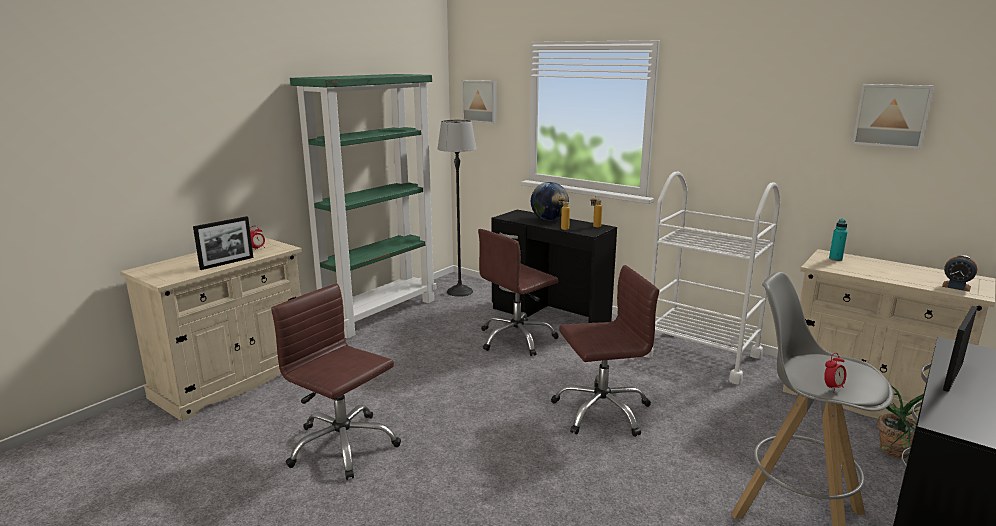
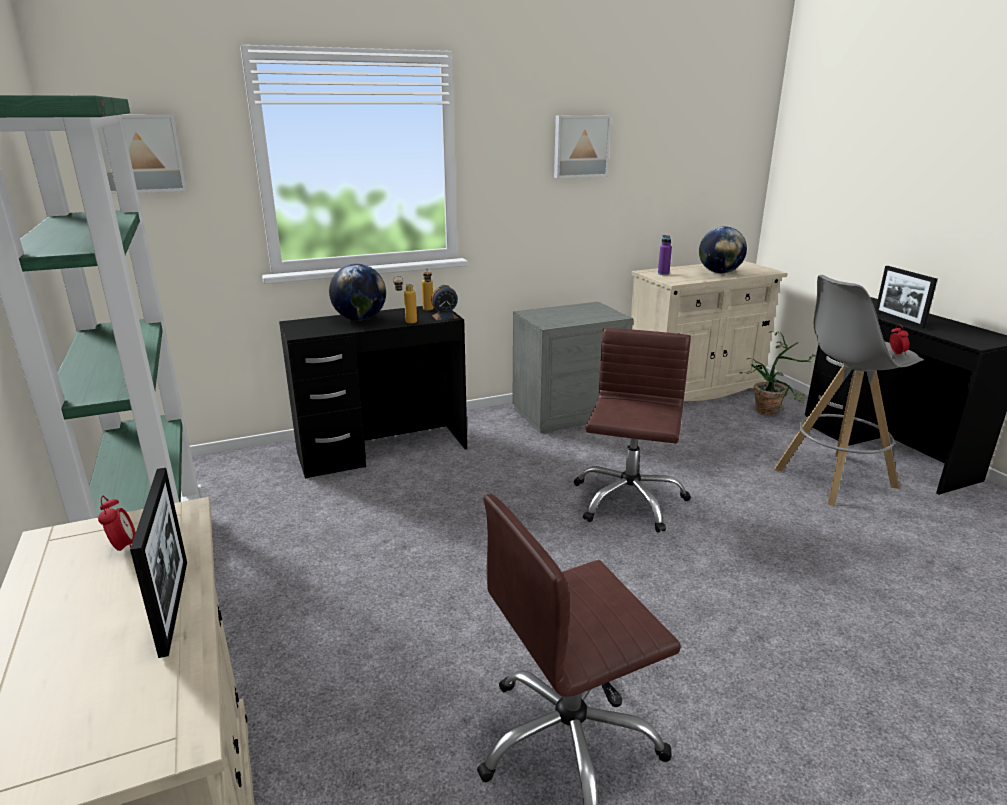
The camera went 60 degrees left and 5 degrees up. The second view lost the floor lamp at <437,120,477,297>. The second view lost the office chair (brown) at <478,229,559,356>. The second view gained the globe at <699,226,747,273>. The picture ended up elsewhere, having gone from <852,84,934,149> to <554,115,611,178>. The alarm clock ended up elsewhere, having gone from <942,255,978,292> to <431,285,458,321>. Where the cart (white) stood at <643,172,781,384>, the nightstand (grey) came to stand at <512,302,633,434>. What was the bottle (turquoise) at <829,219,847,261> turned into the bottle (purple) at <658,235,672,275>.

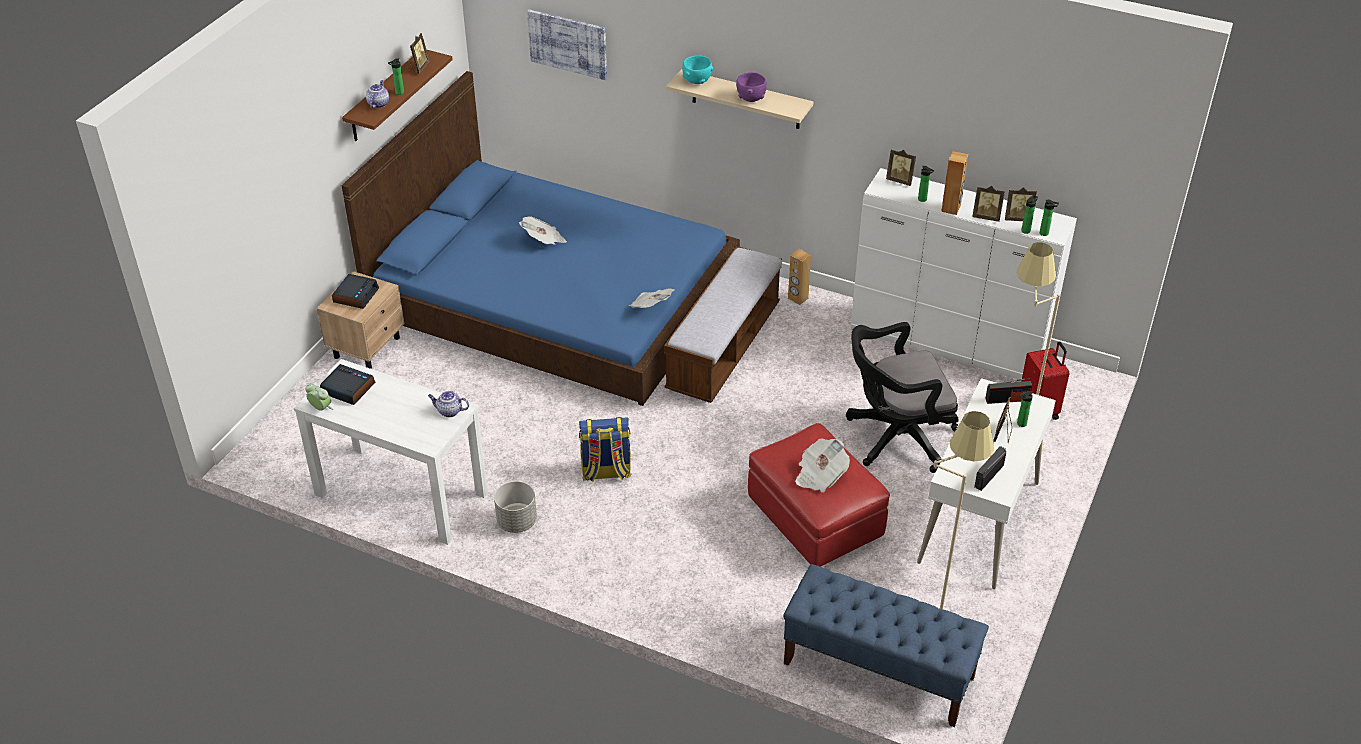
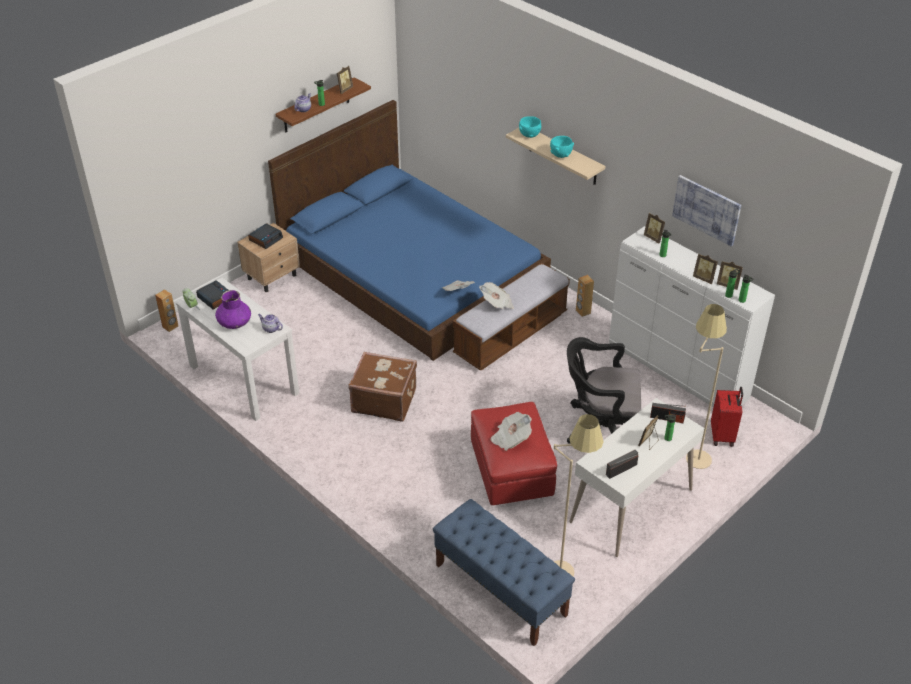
The camera went 20 degrees right and 0 degrees up. The second view lost the planter (grey) at <494,481,537,533>. The second view gained the vase (purple) at <215,290,251,329>. The newspaper ended up elsewhere, having gone from <519,217,567,245> to <479,282,514,309>. The picture ended up elsewhere, having gone from <527,10,607,80> to <672,175,741,247>. The speaker (brown) ended up elsewhere, having gone from <941,151,968,215> to <155,289,178,332>. Where the backpack stood at <579,417,632,482>, the suitcase (brown) came to stand at <348,352,417,422>. What was the bowl (purple) at <736,72,767,102> turned into the bowl (turquoise) at <550,136,574,158>.

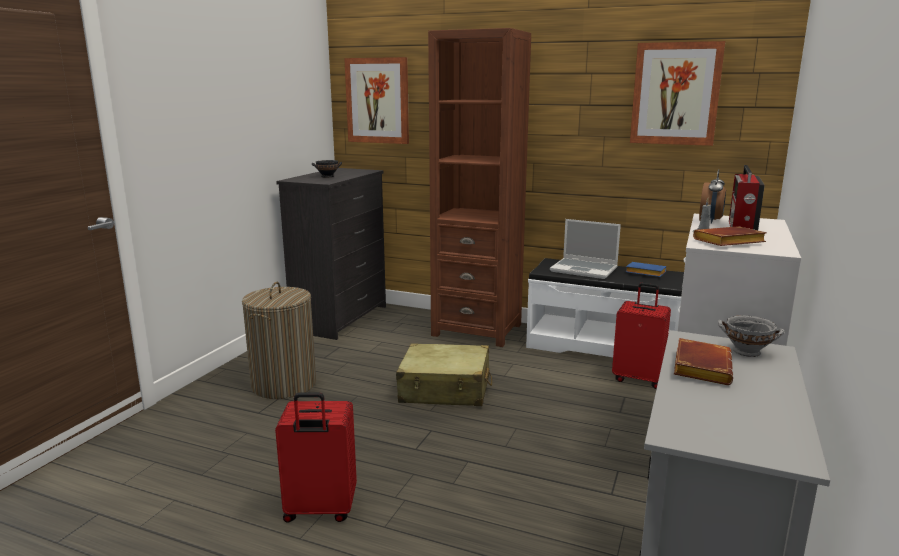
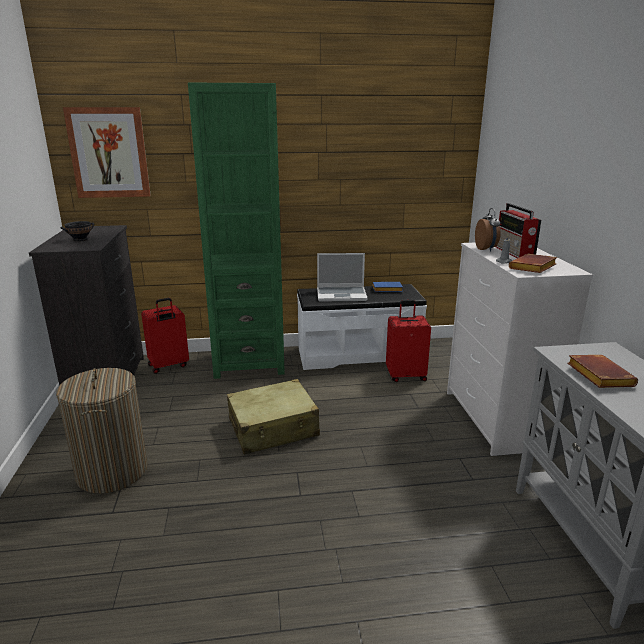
The camera went 30 degrees left and 5 degrees up. The second view lost the picture at <630,41,725,146>. The second view lost the bowl (grey) at <718,316,785,357>. The suitcase (red) ended up elsewhere, having gone from <275,392,357,522> to <141,298,189,374>. What was the bookcase (brown) at <428,28,531,347> turned into the bookcase (green) at <188,83,285,379>.

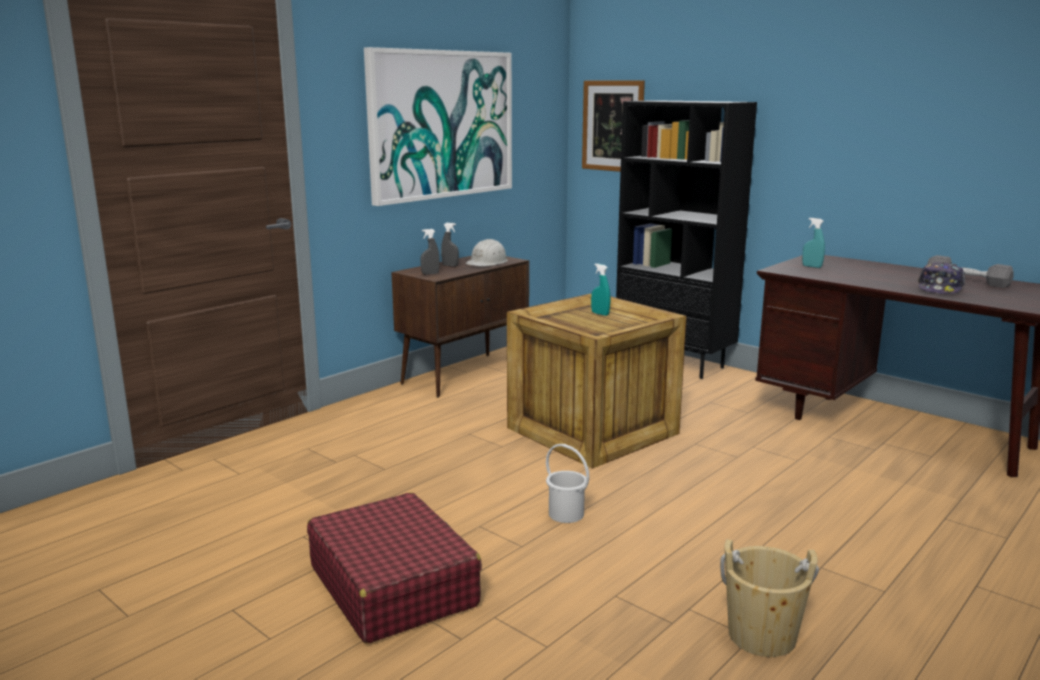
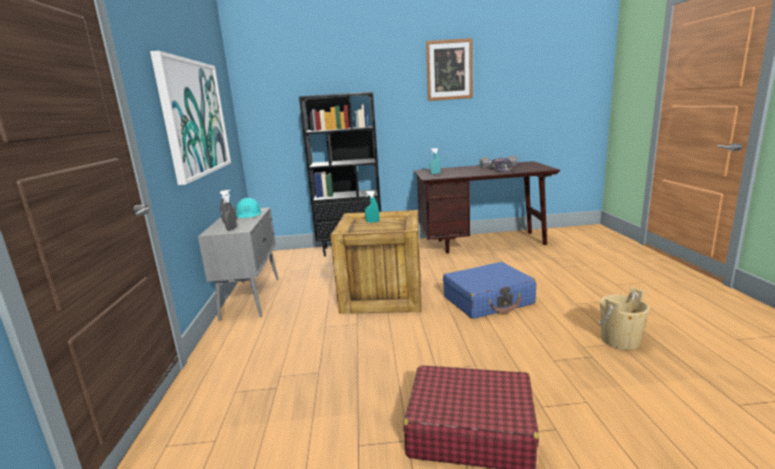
The camera went 45 degrees left and 0 degrees up. The second view lost the bucket (white) at <546,444,589,523>. The second view gained the suitcase (blue) at <443,262,536,319>. The picture ended up elsewhere, having gone from <582,80,645,172> to <426,38,473,101>. What was the cabinet (brown) at <391,256,529,397> turned into the cabinet (grey) at <198,208,278,321>. What was the hard hat (white) at <465,239,508,267> turned into the hard hat (turquoise) at <236,198,262,218>.

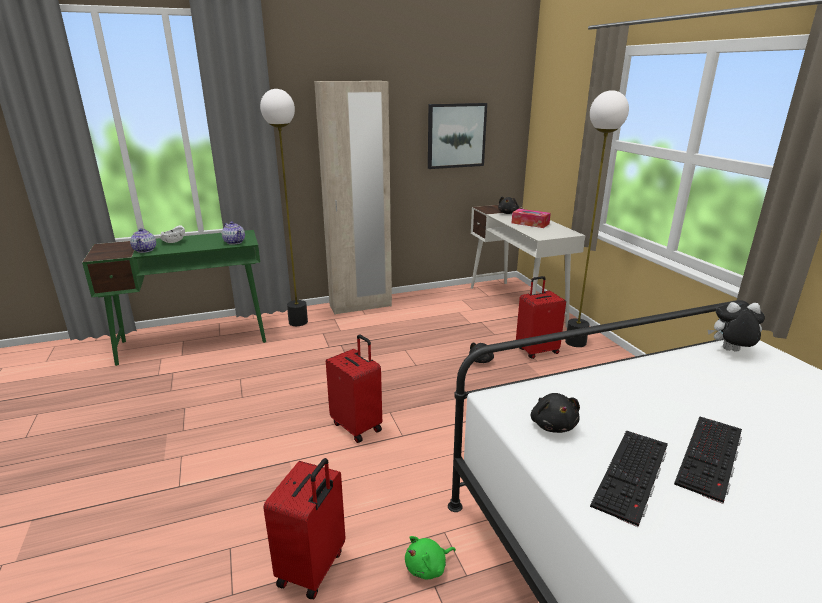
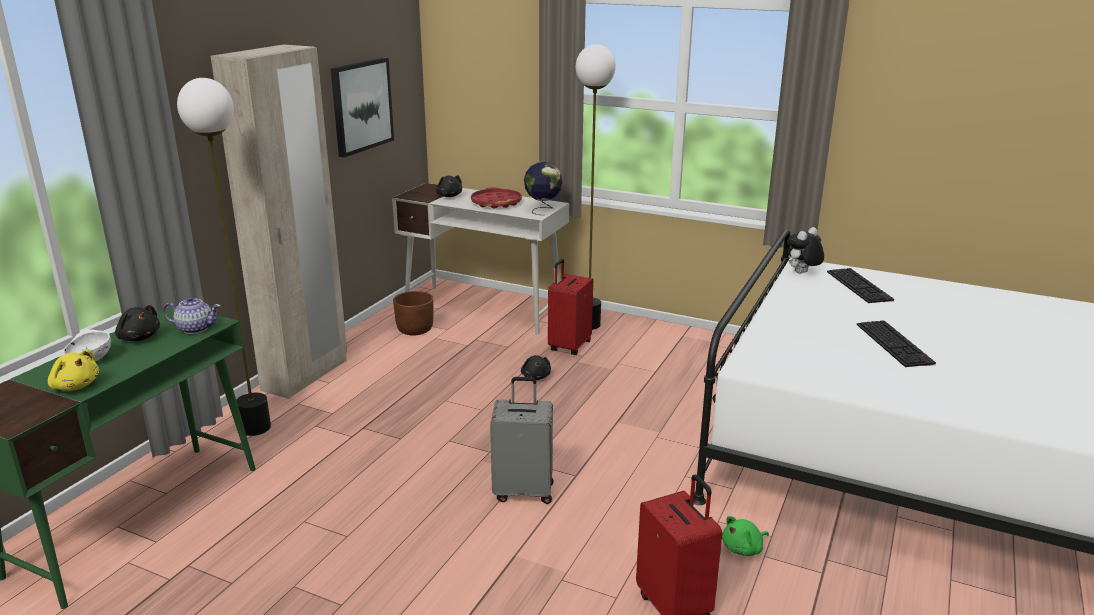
The camera went 45 degrees left and 0 degrees up. The second view gained the planter (brown) at <393,291,434,335>. The second view gained the globe at <524,162,562,215>. The plush toy (black) ended up elsewhere, having gone from <531,393,580,433> to <115,305,160,341>. The keyboard ended up elsewhere, having gone from <590,430,668,527> to <827,268,894,303>. Where the teapot stood at <130,228,156,253>, the plush toy (yellow) came to stand at <48,350,99,391>. Where the tissue box stood at <512,209,551,228>, the tray (red) came to stand at <471,187,522,209>. What was the suitcase (red) at <326,334,382,443> turned into the suitcase (grey) at <490,377,553,504>. The plush toy (green) at <405,536,456,579> ended up facing another way, 45 degrees clockwise from before.

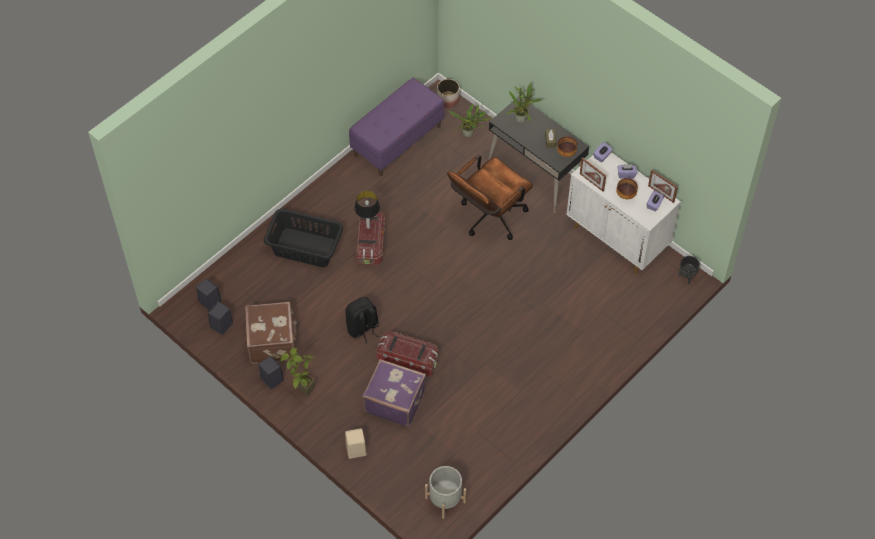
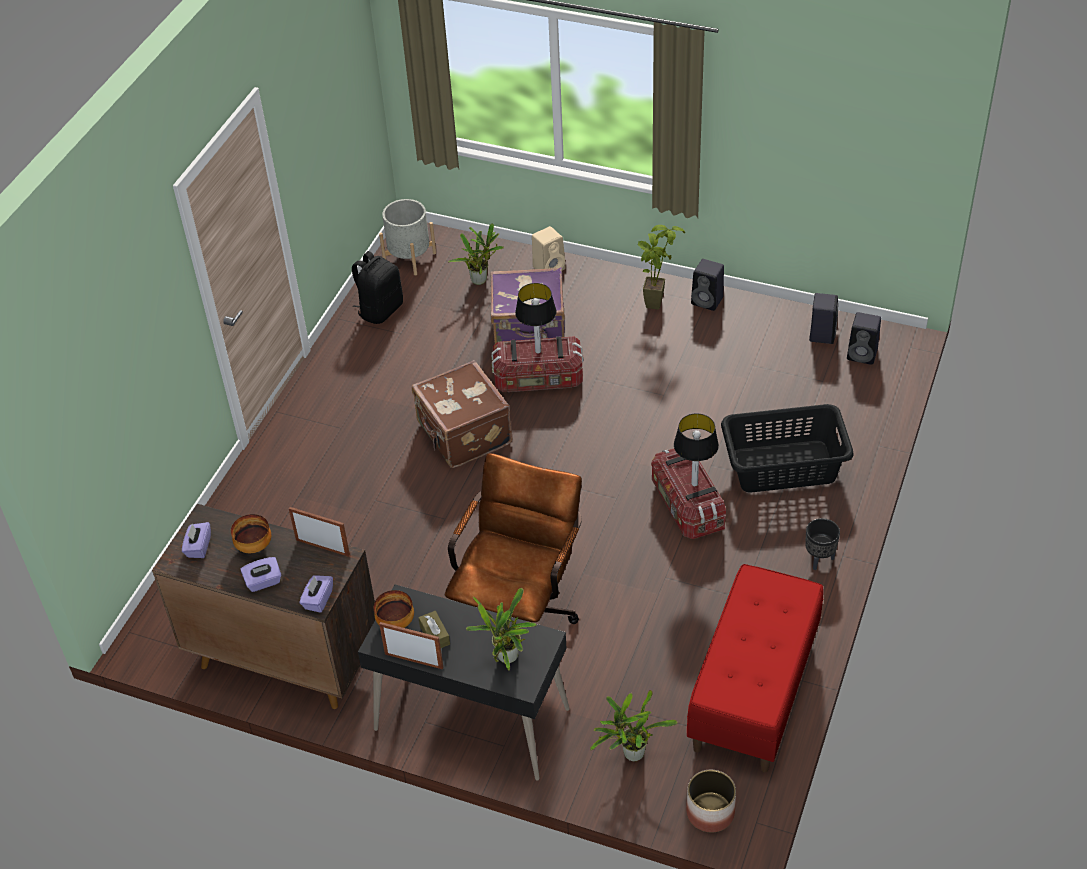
The camera went 160 degrees right and 10 degrees down. The second view gained the potted plant at <448,223,504,285>. The second view gained the table lamp at <515,283,556,354>. The suitcase (brown) ended up elsewhere, having gone from <245,302,297,363> to <412,360,512,468>. The backpack (black) ended up elsewhere, having gone from <345,297,379,344> to <352,251,403,324>. The picture frame ended up elsewhere, having gone from <648,170,678,203> to <379,622,443,669>. The planter (black) ended up elsewhere, having gone from <679,256,700,285> to <805,518,840,570>. What was the bench (purple) at <349,78,444,176> turned into the bench (red) at <687,564,824,772>. What was the cabinet (white) at <566,152,681,274> turned into the cabinet (brown) at <152,504,375,709>.

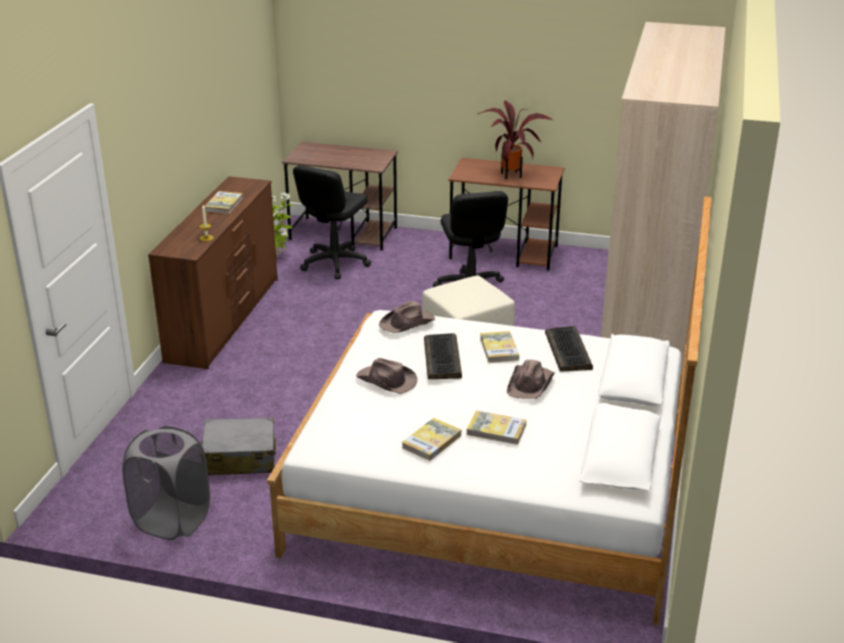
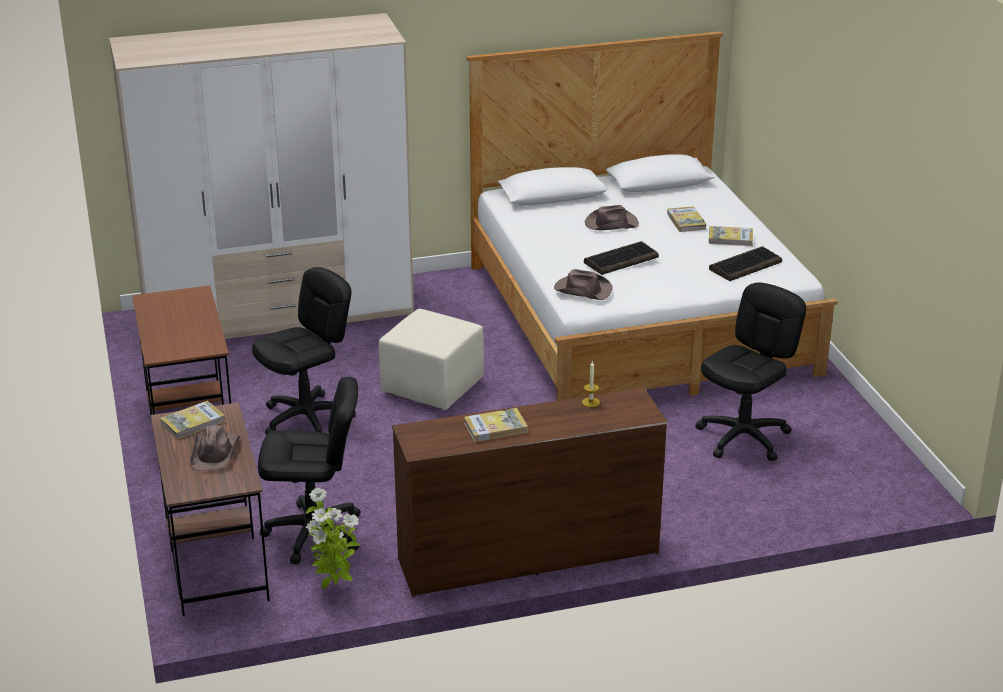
The camera went 120 degrees left and 0 degrees up. The second view lost the laundry basket (grey) at <122,426,210,540>. The second view lost the potted plant at <478,100,553,179>. The hat (brown) ended up elsewhere, having gone from <356,358,418,394> to <190,425,241,471>. The book ended up elsewhere, having gone from <480,331,519,363> to <160,401,225,439>. The keyboard ended up elsewhere, having gone from <545,326,593,372> to <709,246,782,281>. Where the suitcase (grey) stood at <200,417,276,475>, the office chair (black) came to stand at <695,283,806,461>.

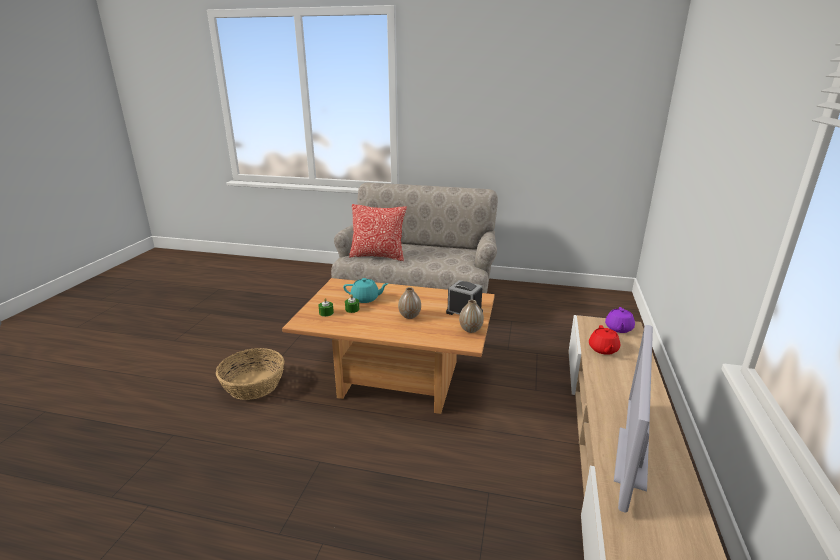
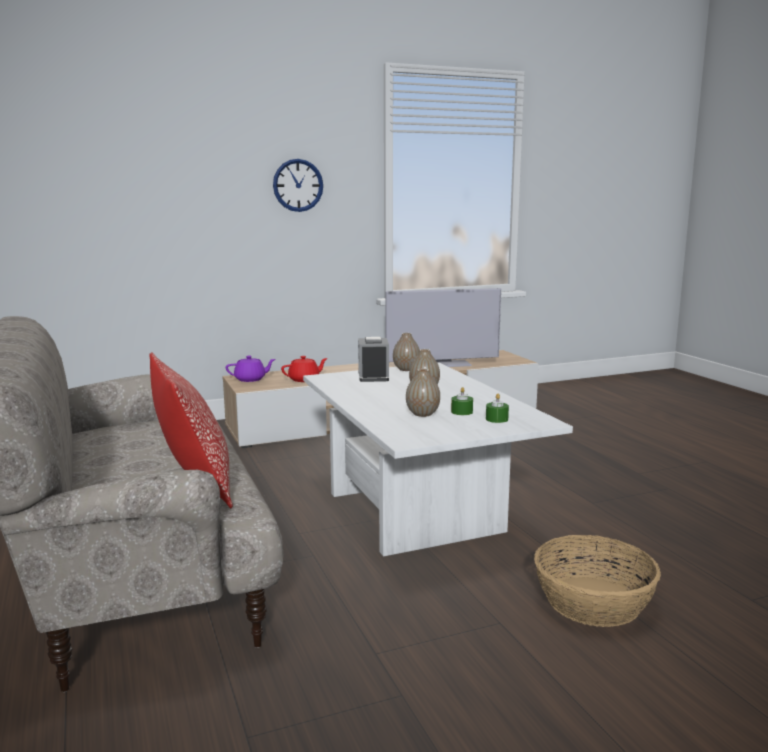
The camera went 125 degrees left and 10 degrees down. The second view gained the wall clock at <273,159,323,212>. Where the teapot (turquoise) stood at <343,278,389,303>, the vase came to stand at <406,368,440,417>. What was the coffee table (brown) at <282,278,495,414> turned into the coffee table (white) at <303,363,573,556>.

